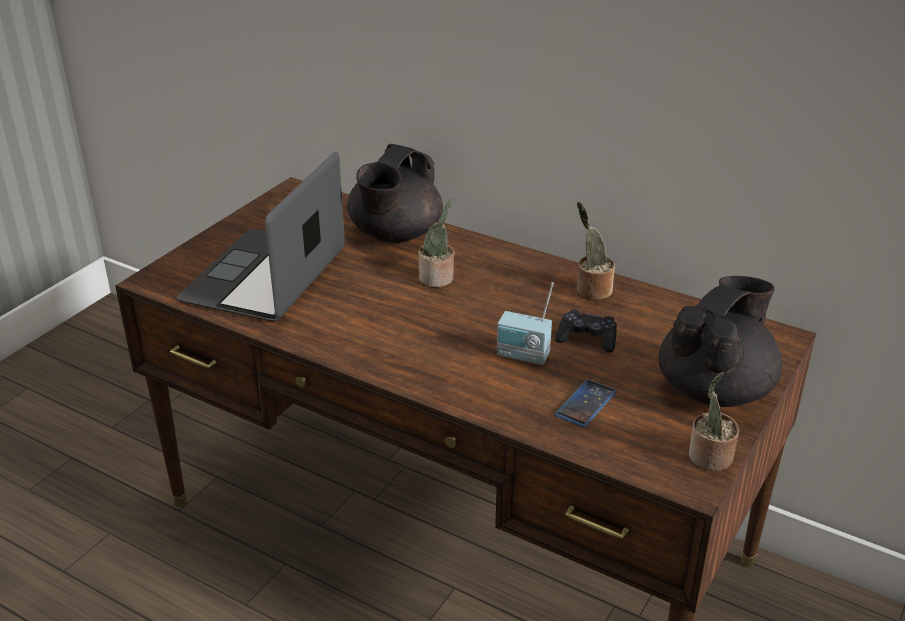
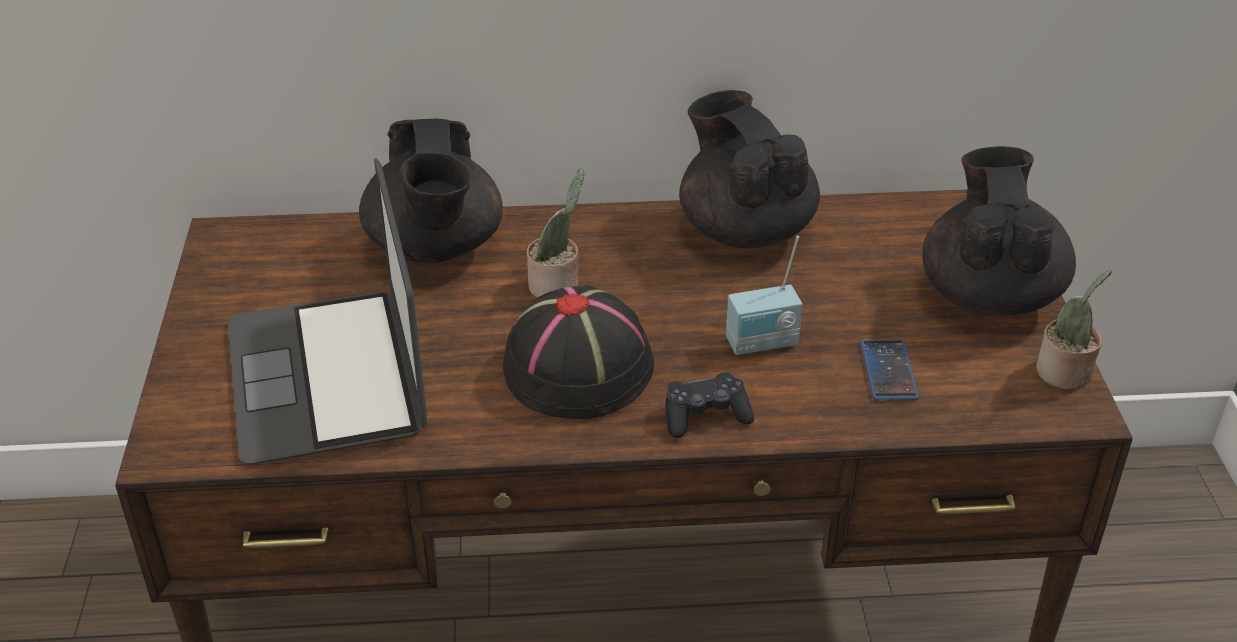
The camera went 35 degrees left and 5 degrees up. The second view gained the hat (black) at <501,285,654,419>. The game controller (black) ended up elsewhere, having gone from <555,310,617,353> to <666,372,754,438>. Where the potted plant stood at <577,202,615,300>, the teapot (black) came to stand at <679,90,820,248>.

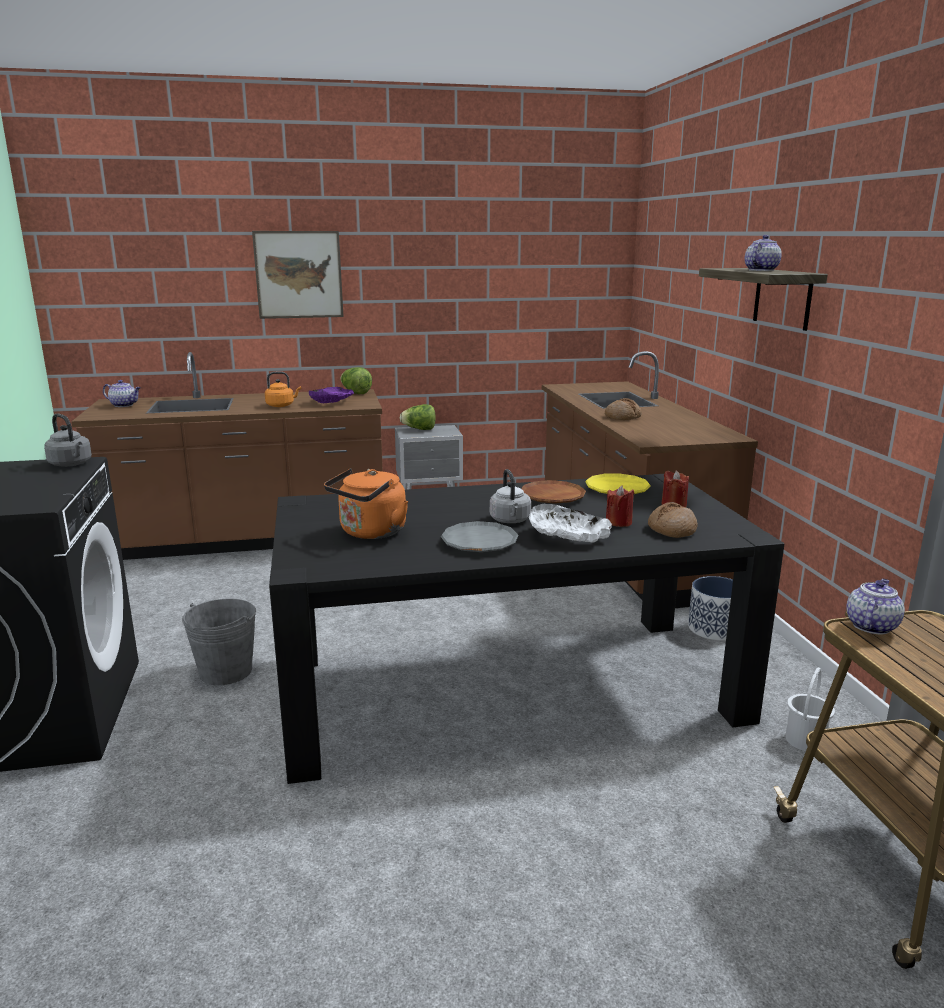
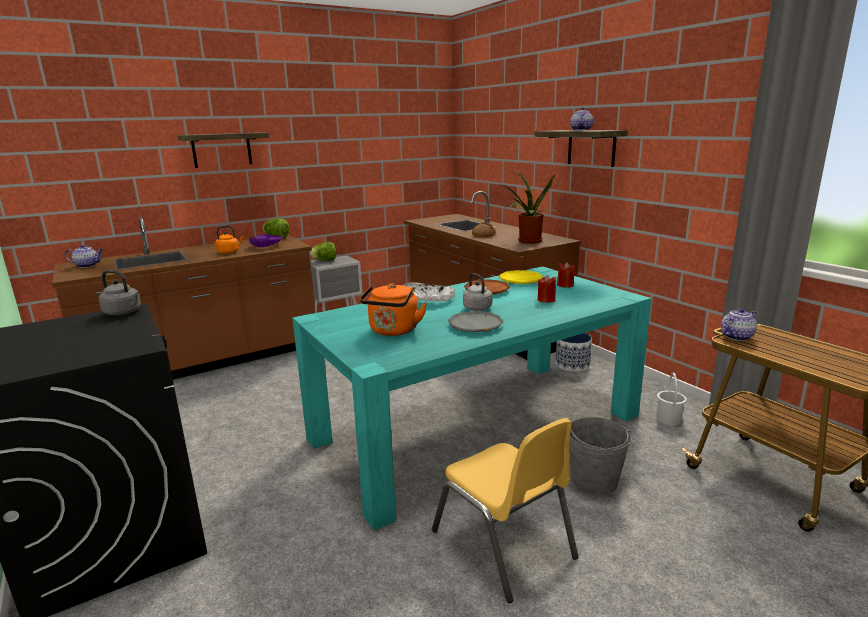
The camera went 20 degrees left and 0 degrees up. The second view lost the bread at <648,502,698,538>. The second view gained the chair (yellow) at <432,418,579,603>. The second view gained the potted plant at <503,170,564,244>. The bucket (grey) ended up elsewhere, having gone from <182,599,256,685> to <570,417,632,495>. The bowl (white) ended up elsewhere, having gone from <529,504,612,543> to <403,282,455,302>. Where the picture hung at <252,231,344,319>, the shelf came to hang at <177,132,269,168>. What was the dining table (black) at <269,474,784,784> turned into the dining table (turquoise) at <292,266,652,530>. The teapot at <846,579,905,634> ended up facing another way, 45 degrees clockwise from before.

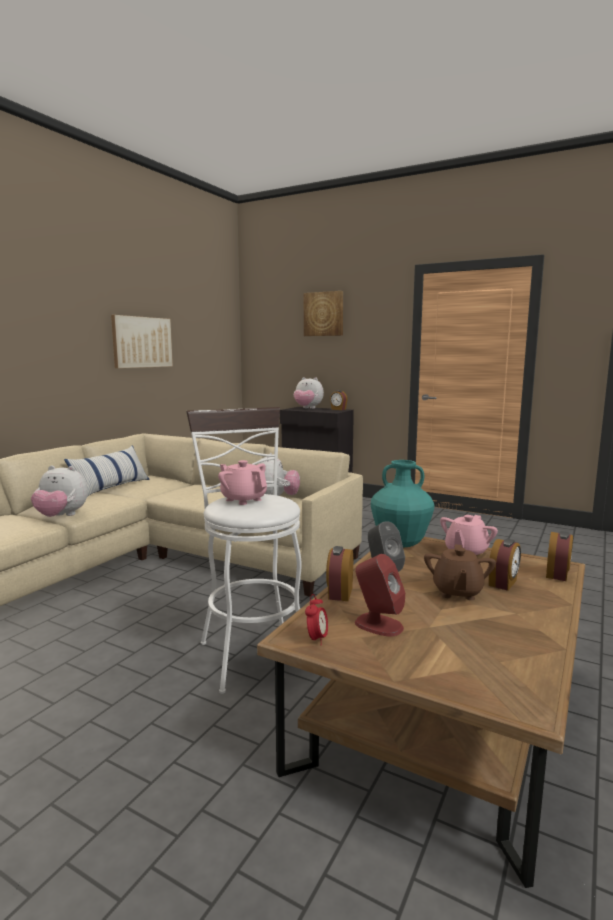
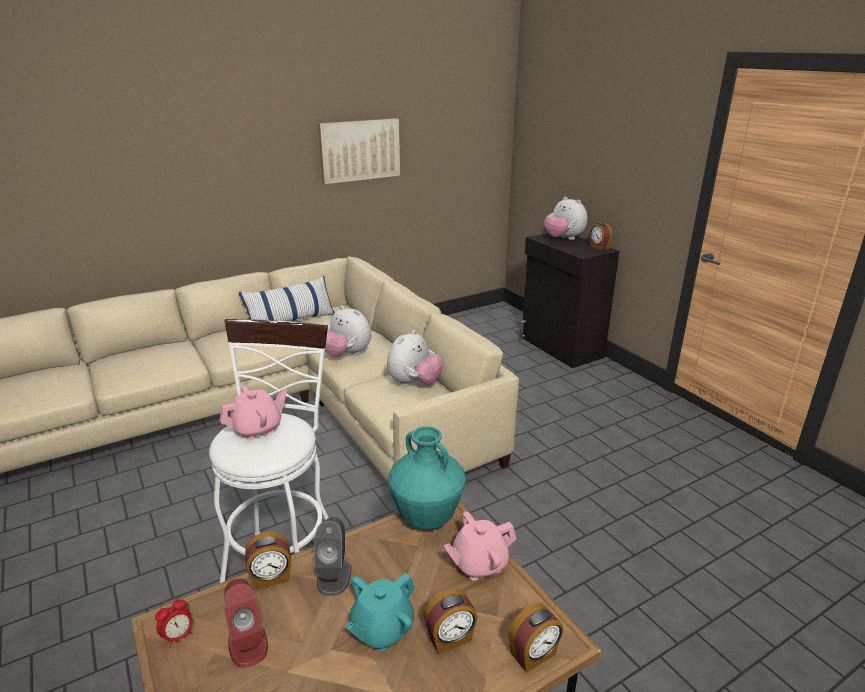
The camera went 30 degrees right and 15 degrees up. The second view lost the picture at <304,291,343,336>. The plush toy ended up elsewhere, having gone from <31,466,88,517> to <325,305,371,357>. What was the teapot (brown) at <424,544,496,600> turned into the teapot (turquoise) at <345,572,415,651>. The teapot (pink) at <218,460,267,505> ended up facing another way, 75 degrees clockwise from before. The alarm clock at <326,546,353,601> ended up facing another way, 150 degrees counterclockwise from before.

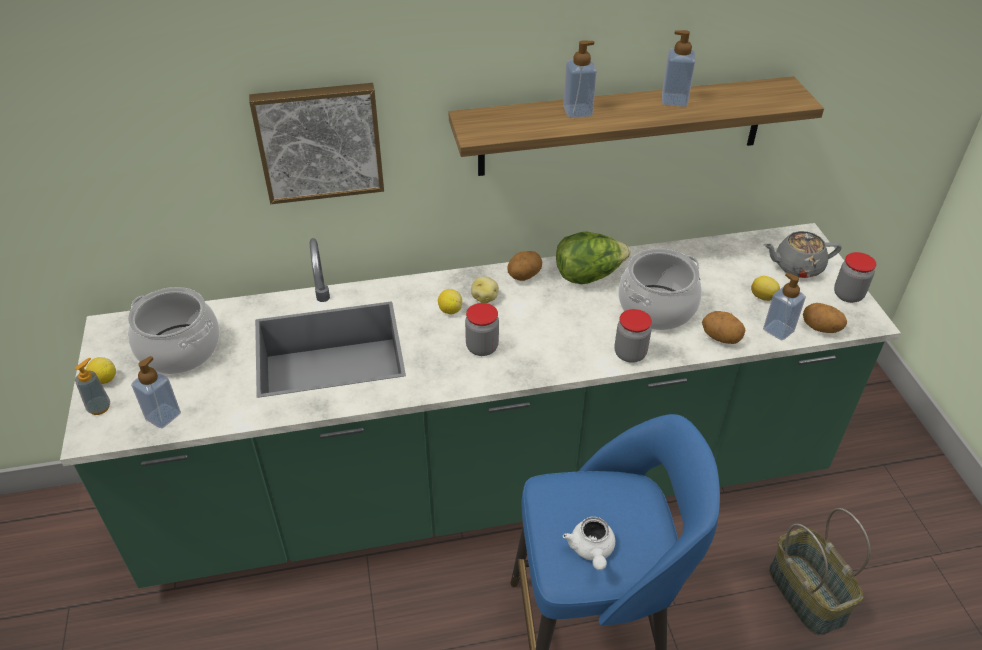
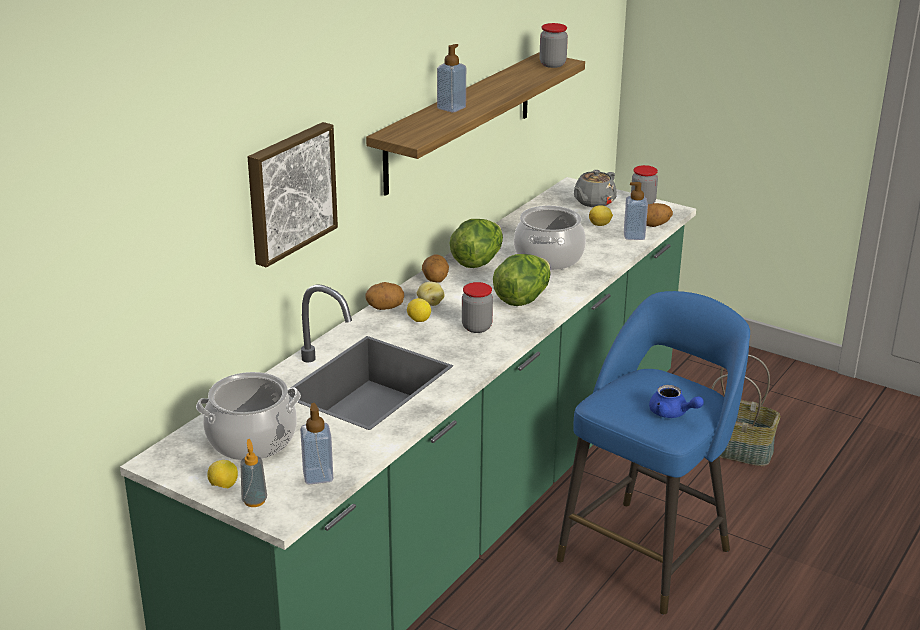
The camera went 45 degrees left and 15 degrees down. The second view lost the soap dispenser at <662,30,695,107>. The second view gained the lettuce at <493,254,551,306>. The jar ended up elsewhere, having gone from <614,309,652,363> to <539,23,568,68>. The potato ended up elsewhere, having gone from <702,311,745,344> to <365,282,404,310>. What was the teapot (white) at <563,517,615,571> turned into the teapot (blue) at <649,385,704,418>.

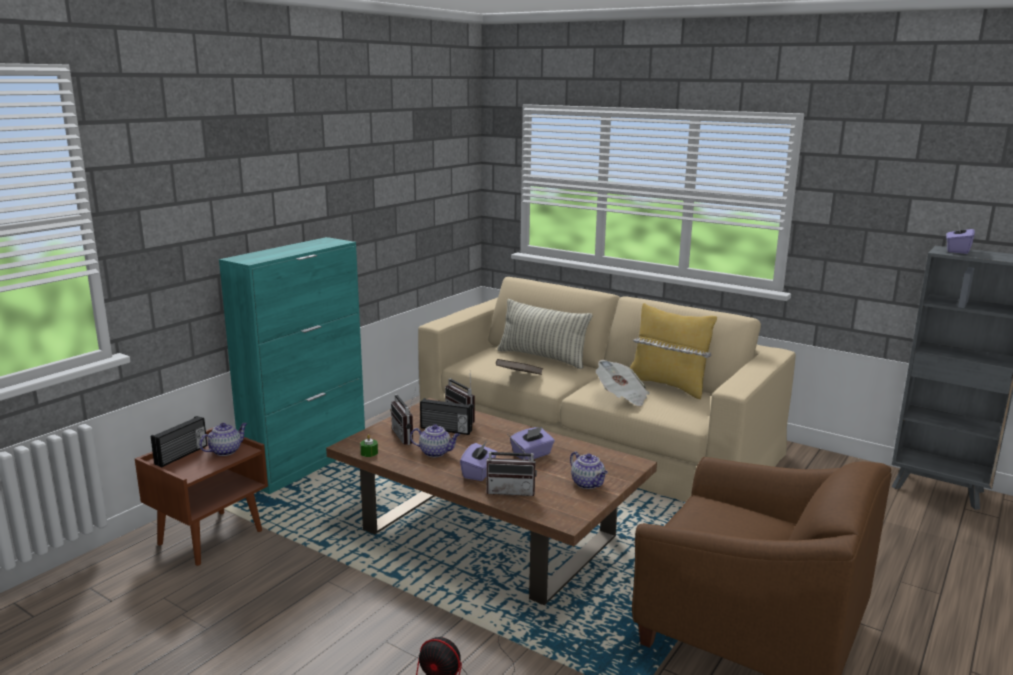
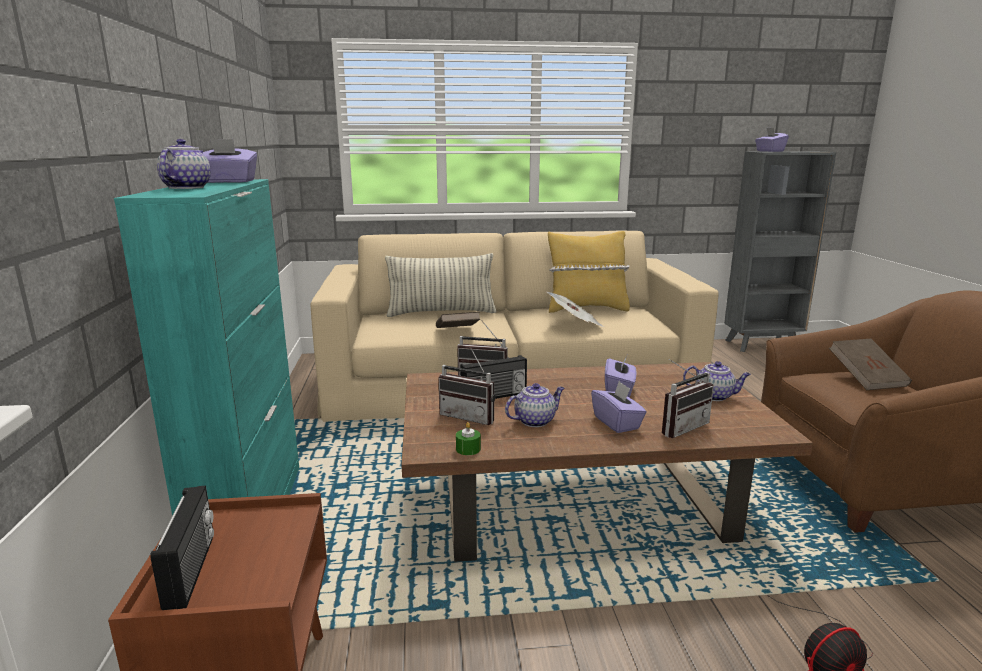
The camera went 40 degrees left and 0 degrees up. The second view gained the tissue box (purple) at <202,139,257,183>. The second view gained the book (brown) at <829,339,912,390>. The teapot ended up elsewhere, having gone from <199,423,247,456> to <157,139,211,189>.

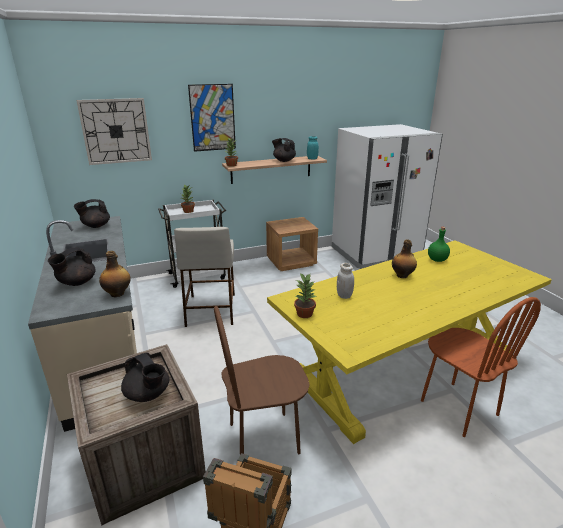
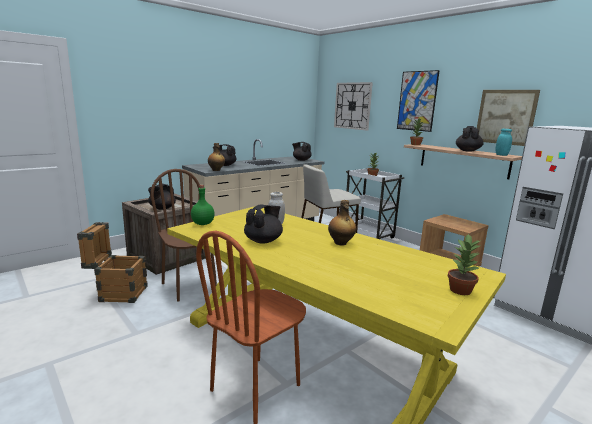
The camera went 70 degrees right and 10 degrees down. The second view gained the teapot (black) at <244,205,283,244>. The second view gained the picture at <477,90,540,146>. The potted plant ended up elsewhere, having gone from <294,273,317,318> to <448,234,481,295>. The bottle (green) ended up elsewhere, having gone from <428,227,450,262> to <191,185,215,225>.

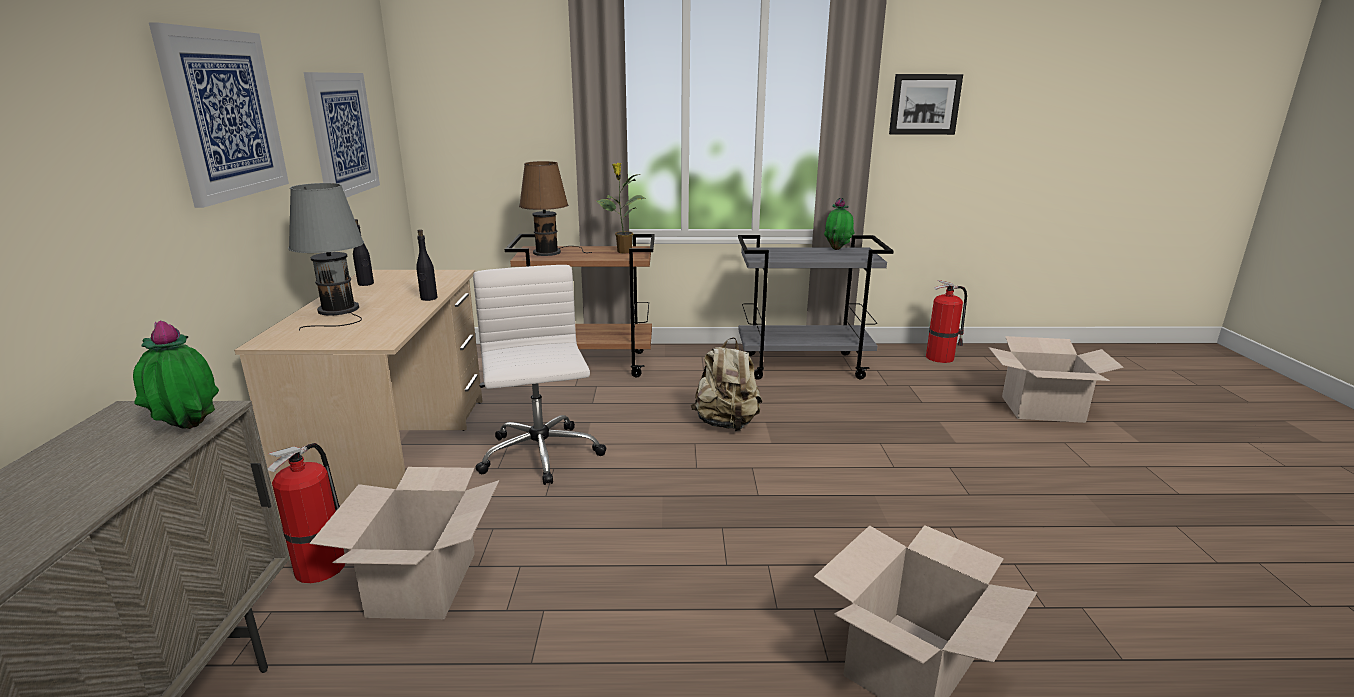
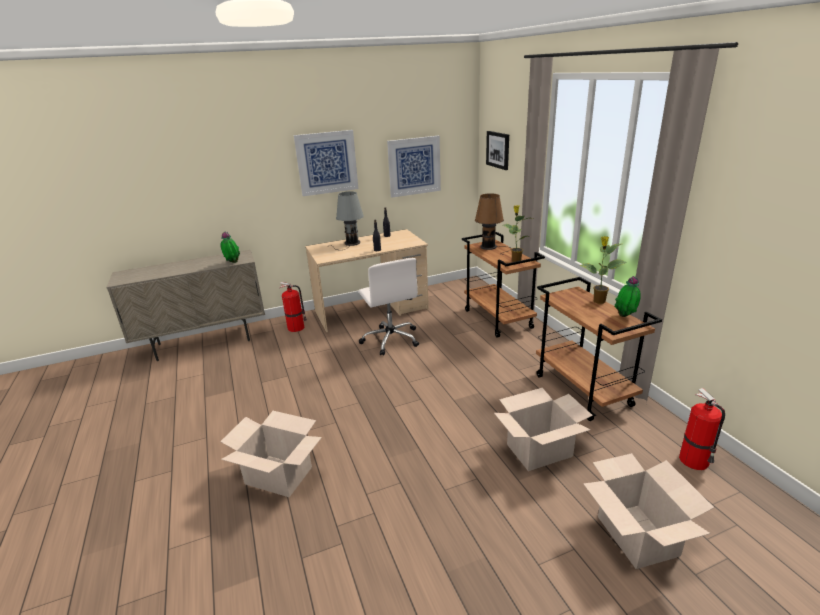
The camera went 70 degrees right and 5 degrees up. The second view lost the backpack (beige) at <691,337,762,431>. The second view gained the potted plant at <579,236,627,304>. The cardboard box ended up elsewhere, having gone from <310,467,499,619> to <494,388,593,471>. The picture ended up elsewhere, having gone from <889,74,963,135> to <486,131,509,170>. What was the cart (grey) at <738,235,893,380> turned into the cart (brown) at <536,277,662,421>. The office chair (white) at <473,265,606,485> ended up facing another way, 105 degrees clockwise from before.

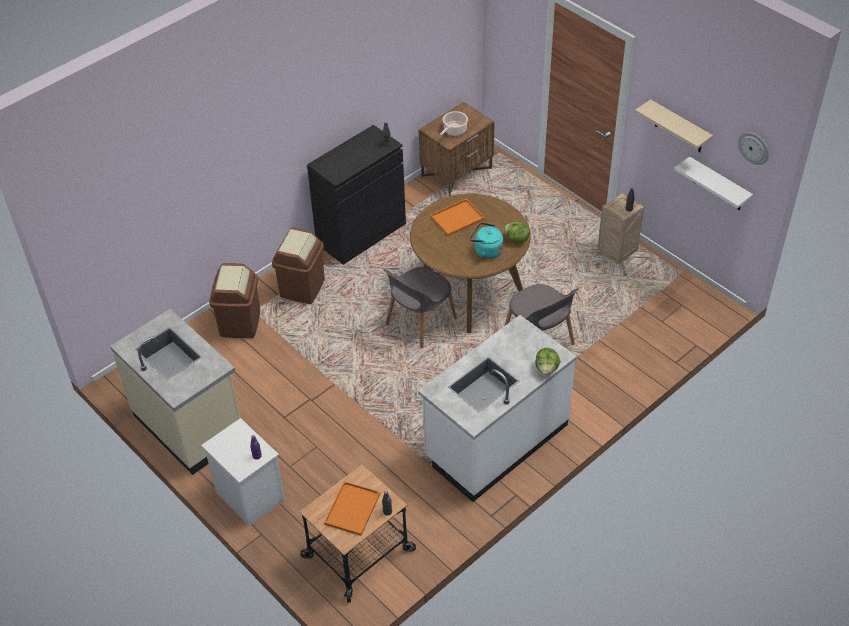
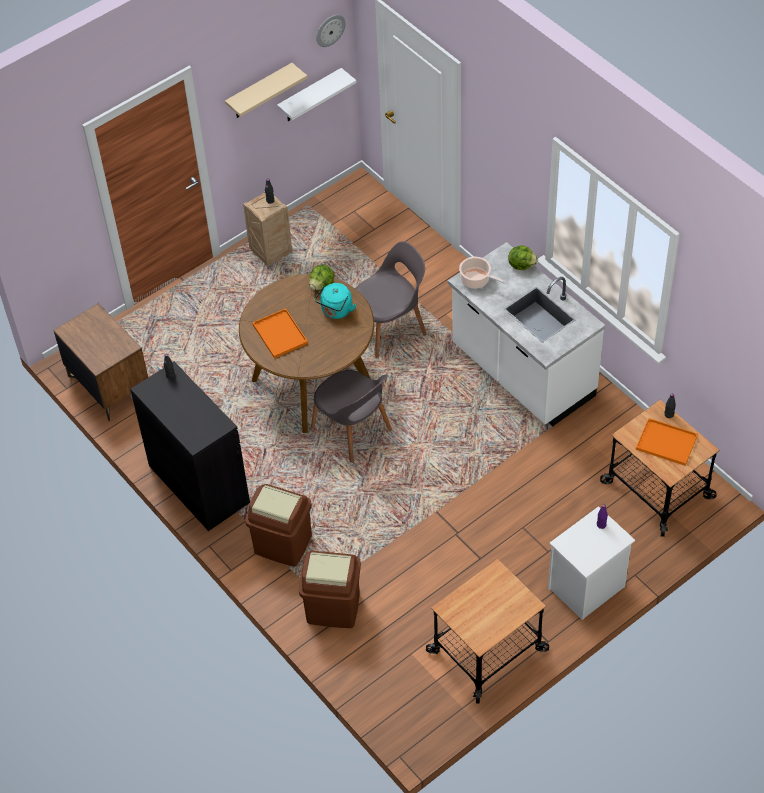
The camera went 85 degrees left and 5 degrees up. The cooking pot ended up elsewhere, having gone from <440,111,468,136> to <459,257,506,289>. Where the counter (beige) stood at <110,309,240,475>, the cart came to stand at <426,559,549,704>.

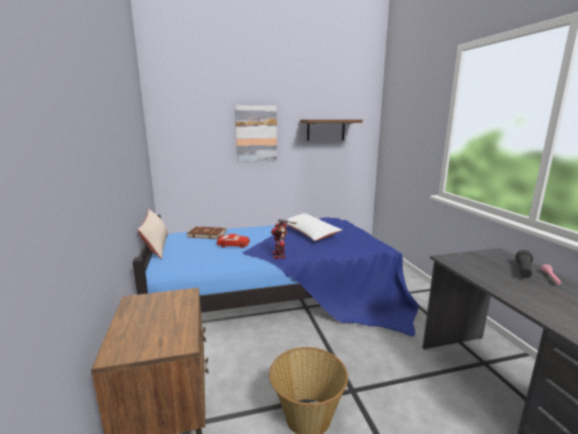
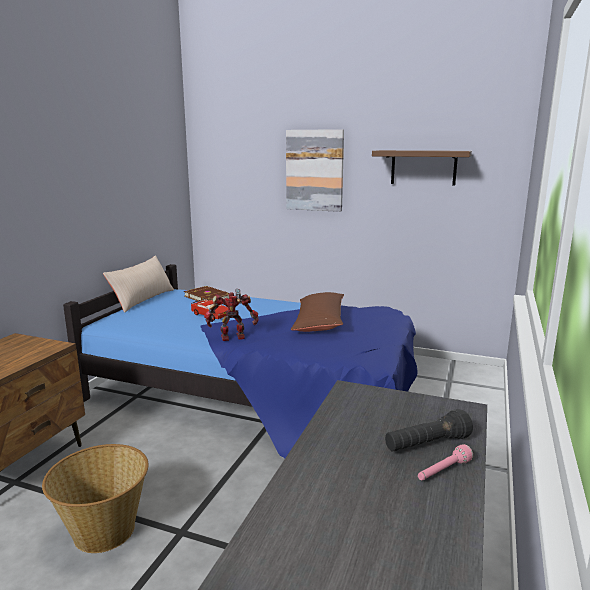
The camera went 35 degrees right and 0 degrees up. What was the pillow (white) at <286,214,342,241> turned into the pillow (brown) at <291,292,344,332>. The toy robot at <271,219,297,259> ended up facing another way, 45 degrees clockwise from before.

